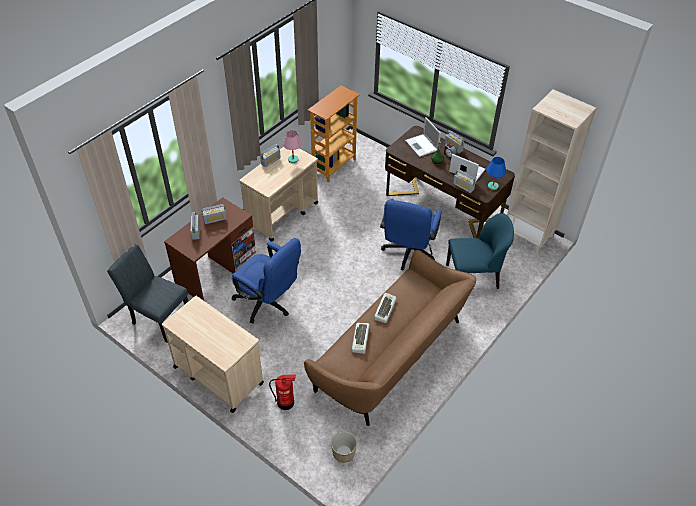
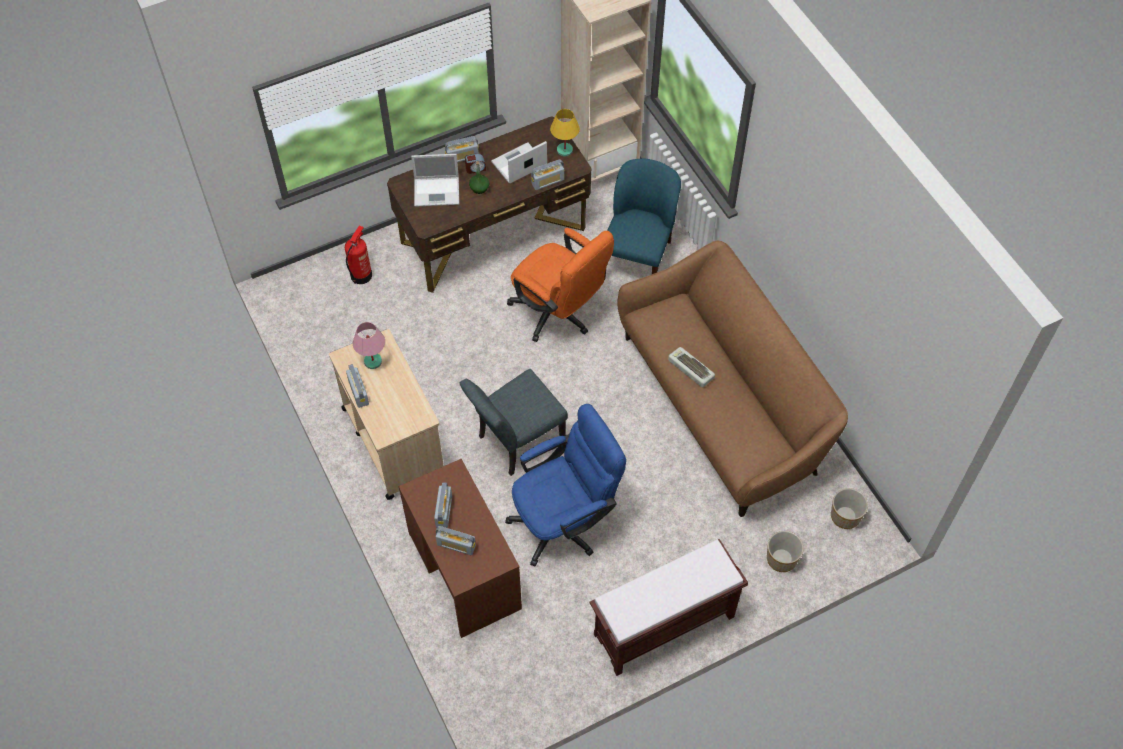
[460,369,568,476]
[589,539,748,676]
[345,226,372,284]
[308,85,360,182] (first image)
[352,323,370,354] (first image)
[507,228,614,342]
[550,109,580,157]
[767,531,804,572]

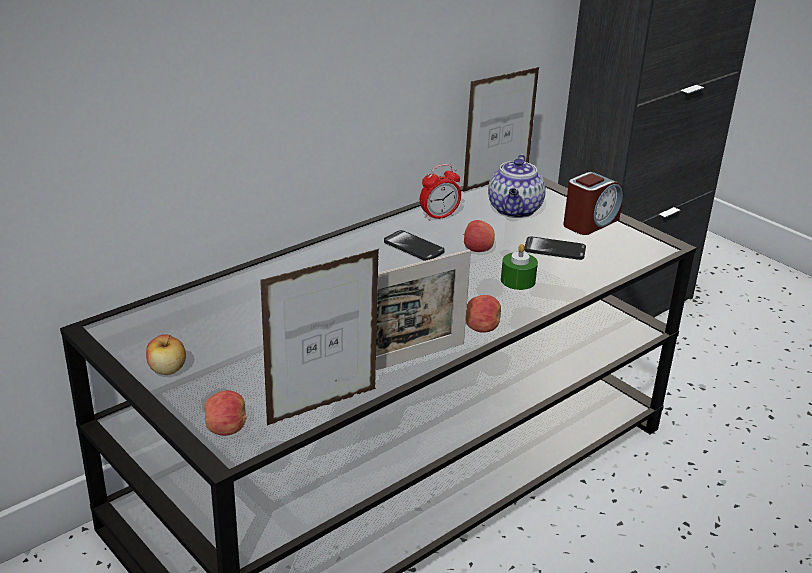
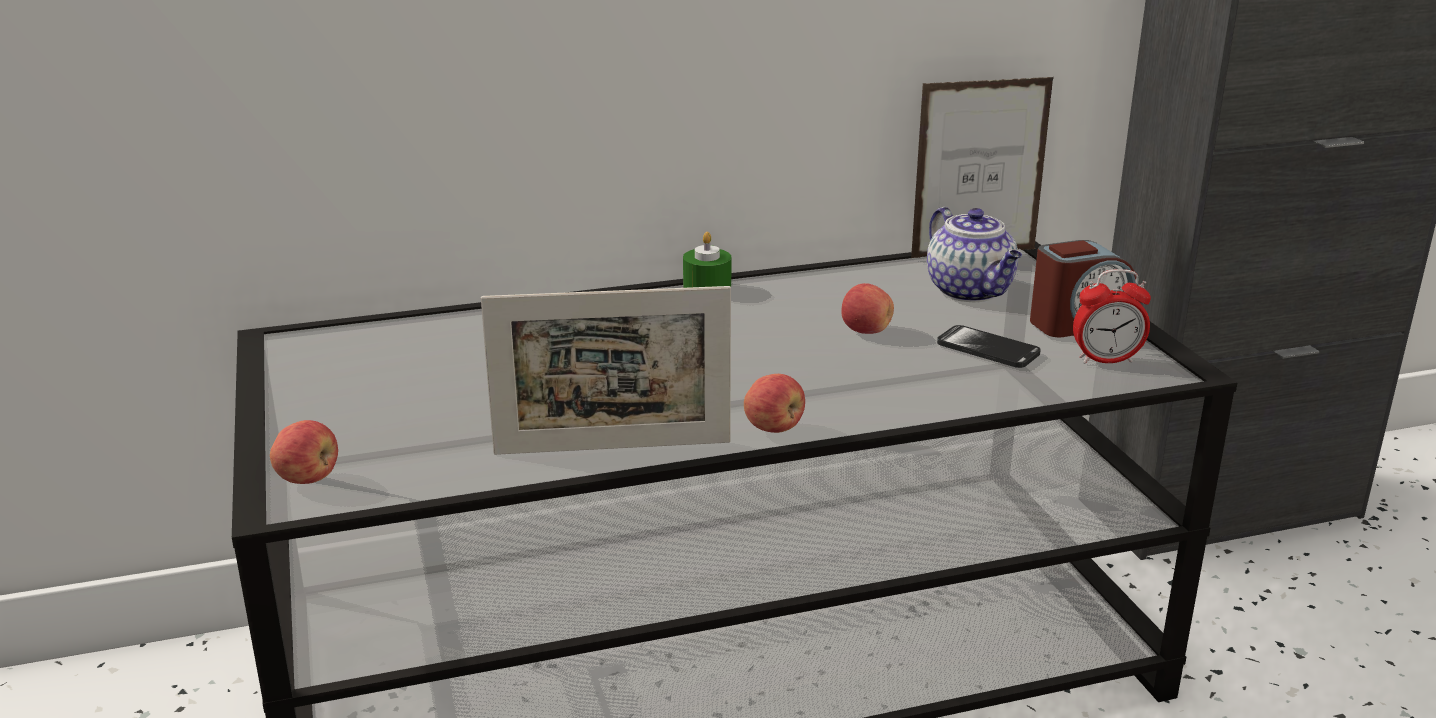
[146,334,186,375] (first image)
[260,249,379,426] (first image)
[384,230,444,261] (first image)
[1073,269,1151,364]
[927,207,1022,302]
[683,232,731,288]

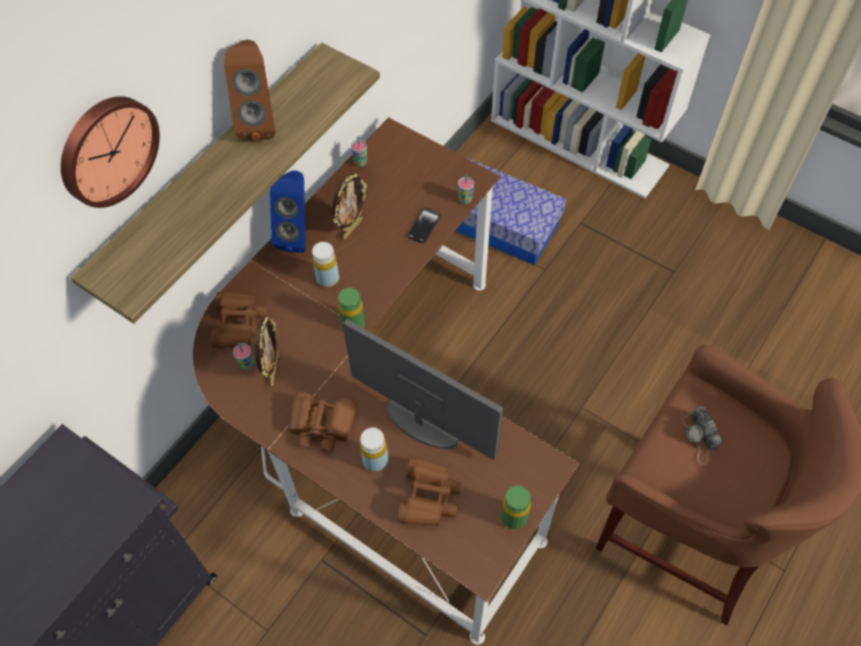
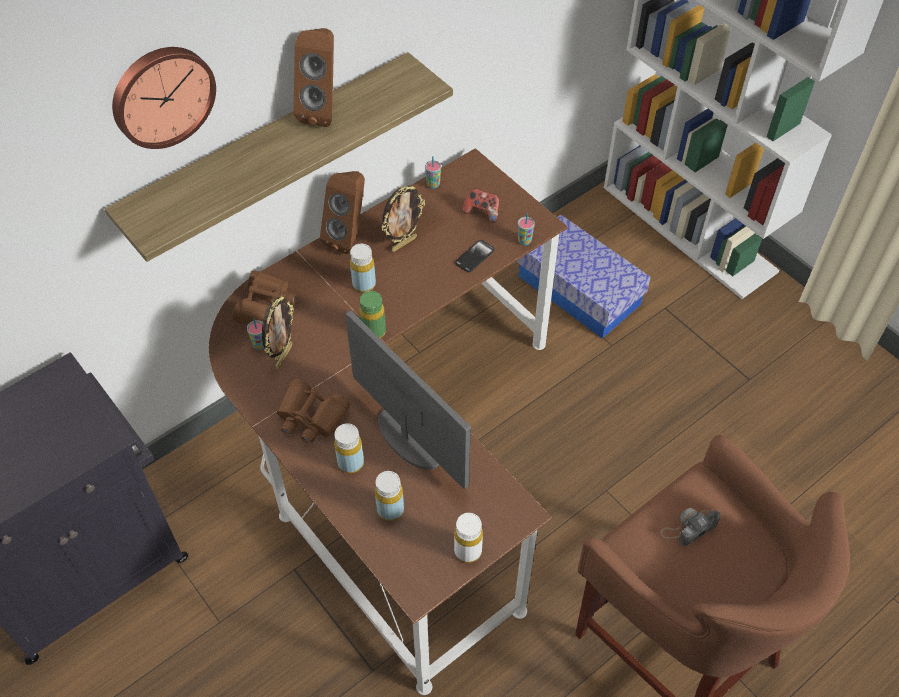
[320,171,365,254]
[375,471,404,521]
[454,513,483,563]
[660,508,721,546]
[462,188,499,223]

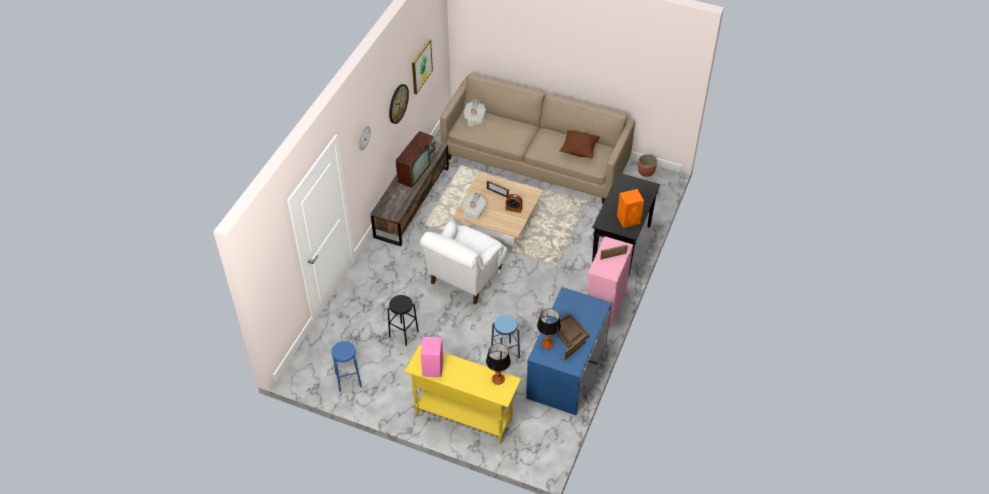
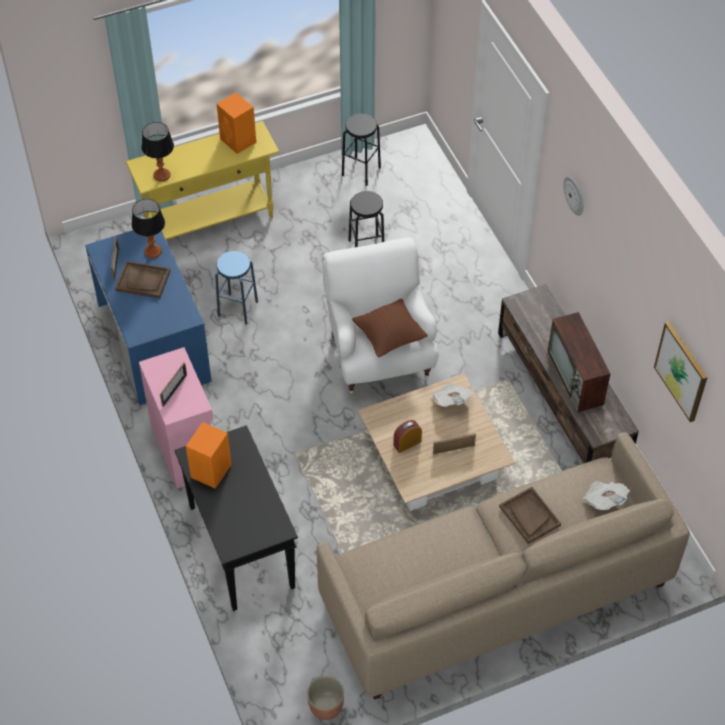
[342,114,381,186]
[389,84,409,124] (first image)
[217,92,256,154]
[352,298,428,357]
[499,487,561,544]

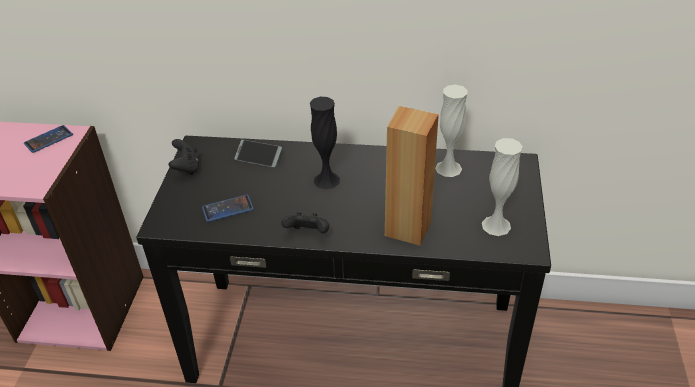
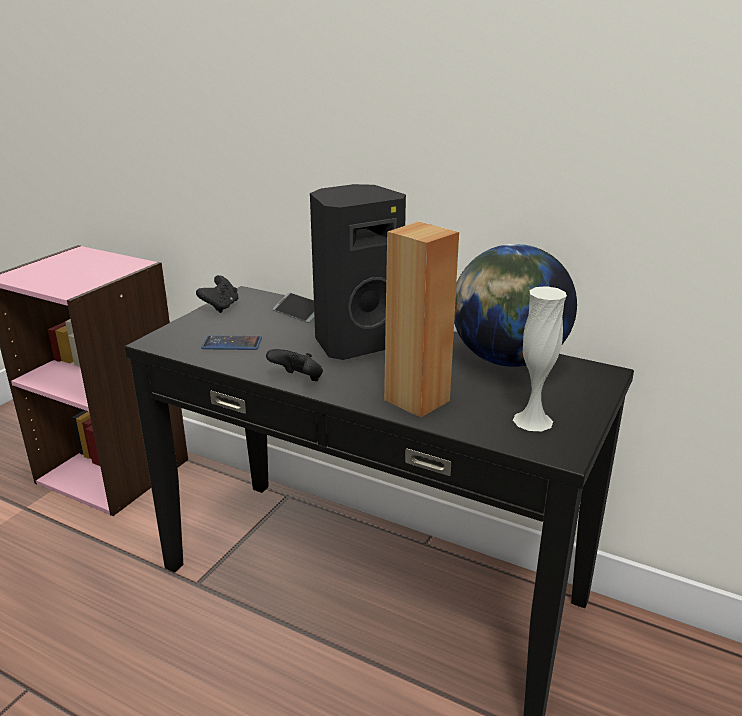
[24,125,73,153] (first image)
[310,184,406,360]
[454,244,577,367]

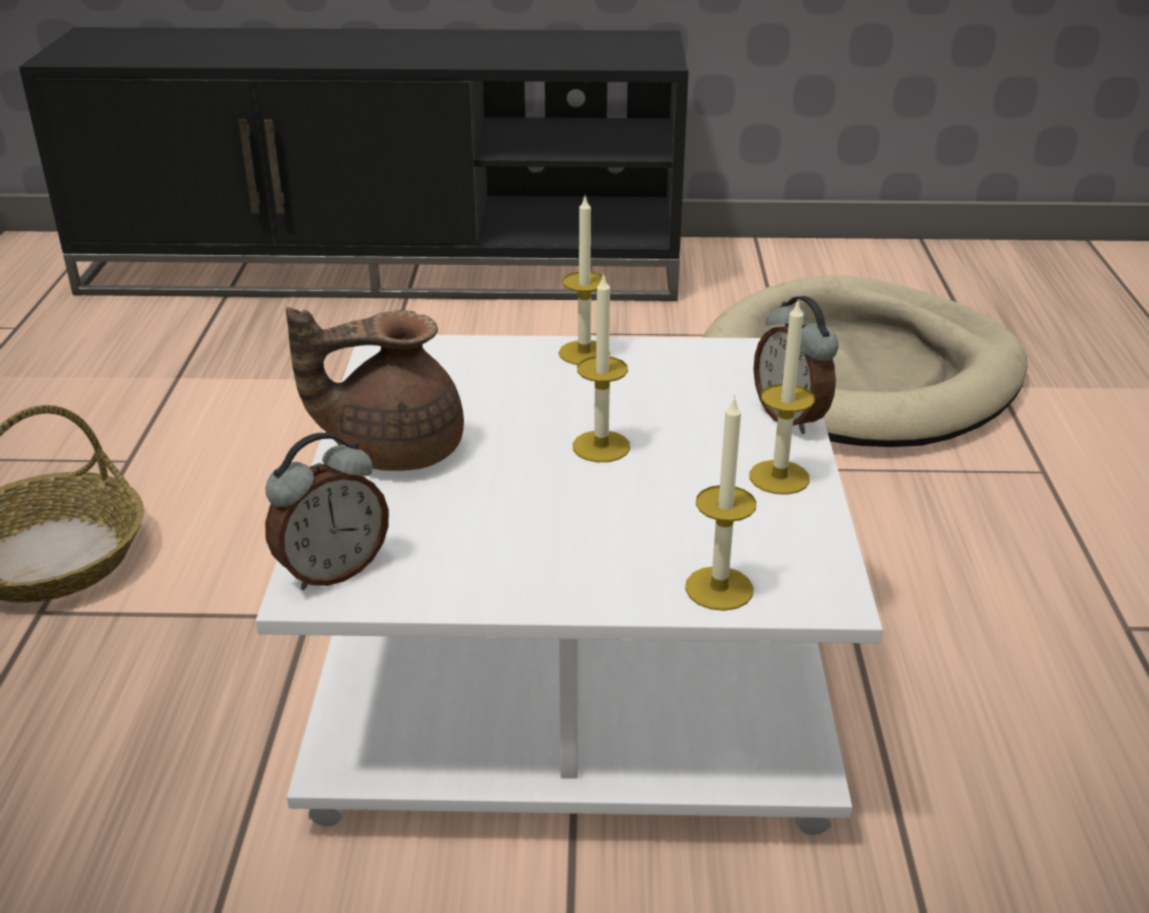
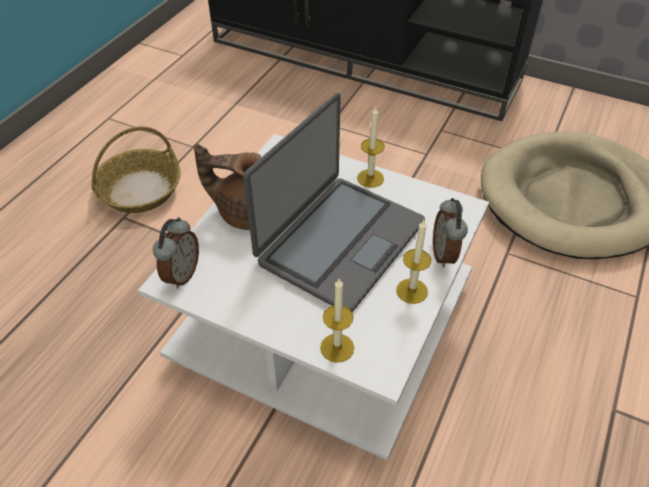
[153,217,199,289]
[243,93,425,312]

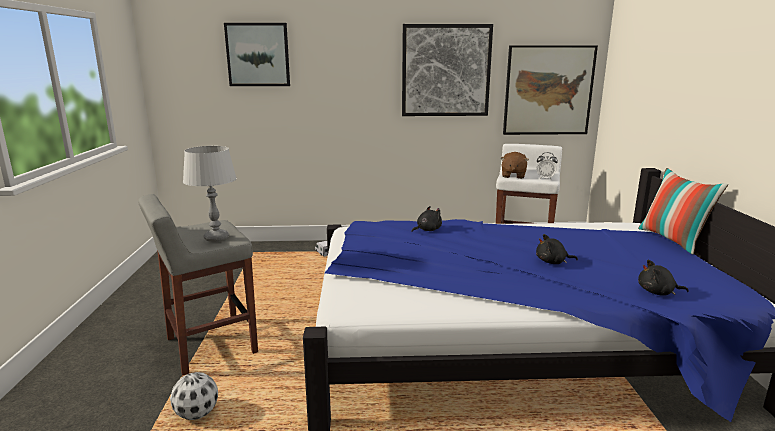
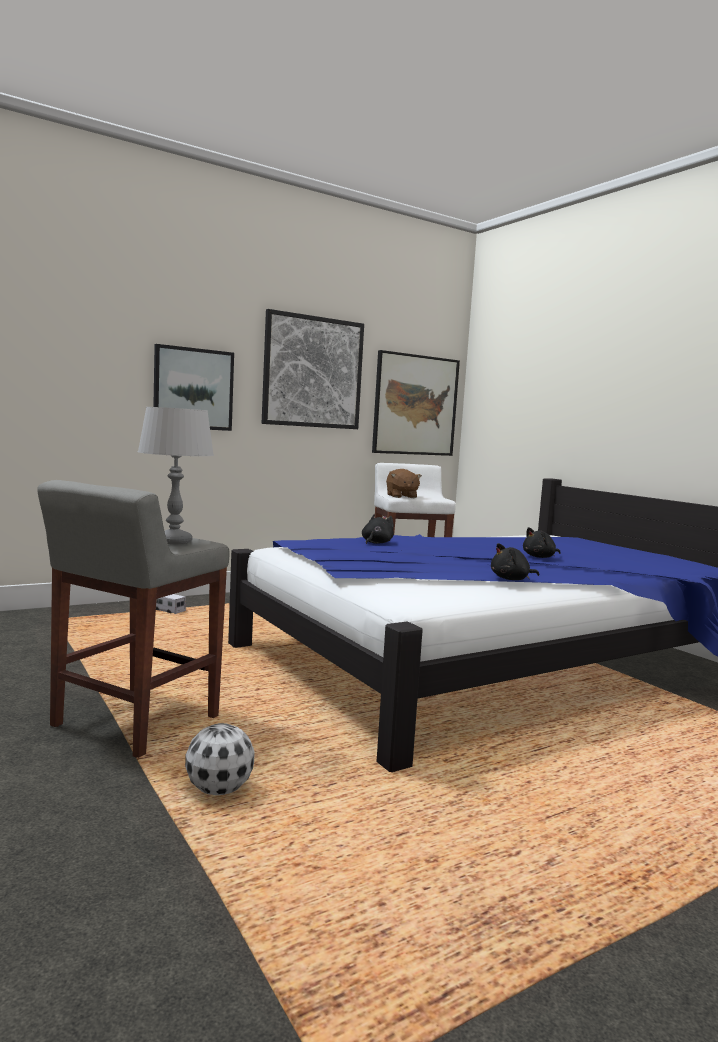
[153,344,234,431]
[536,152,558,180] (first image)
[638,168,728,254] (first image)
[491,543,539,580]

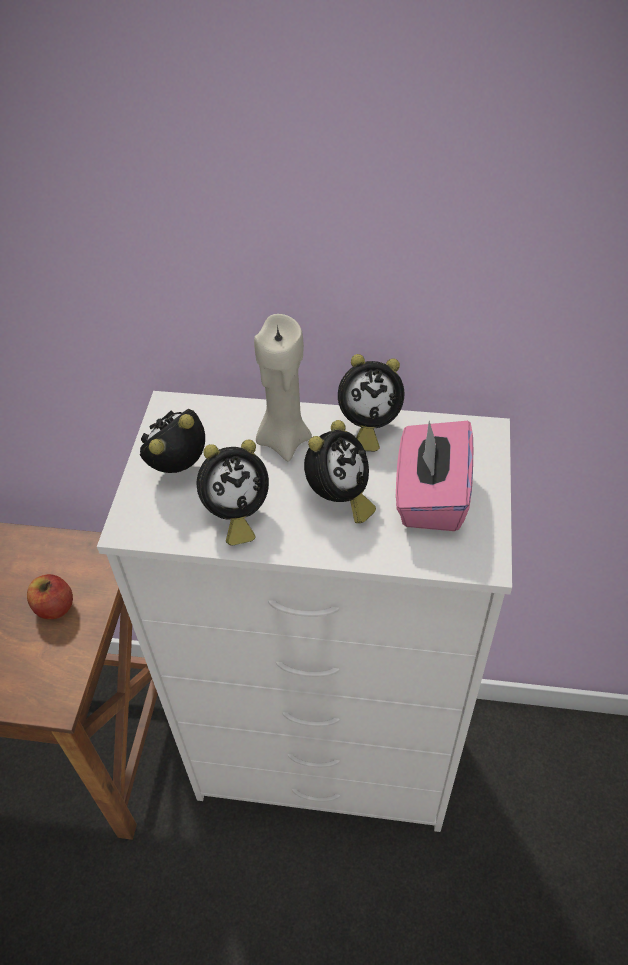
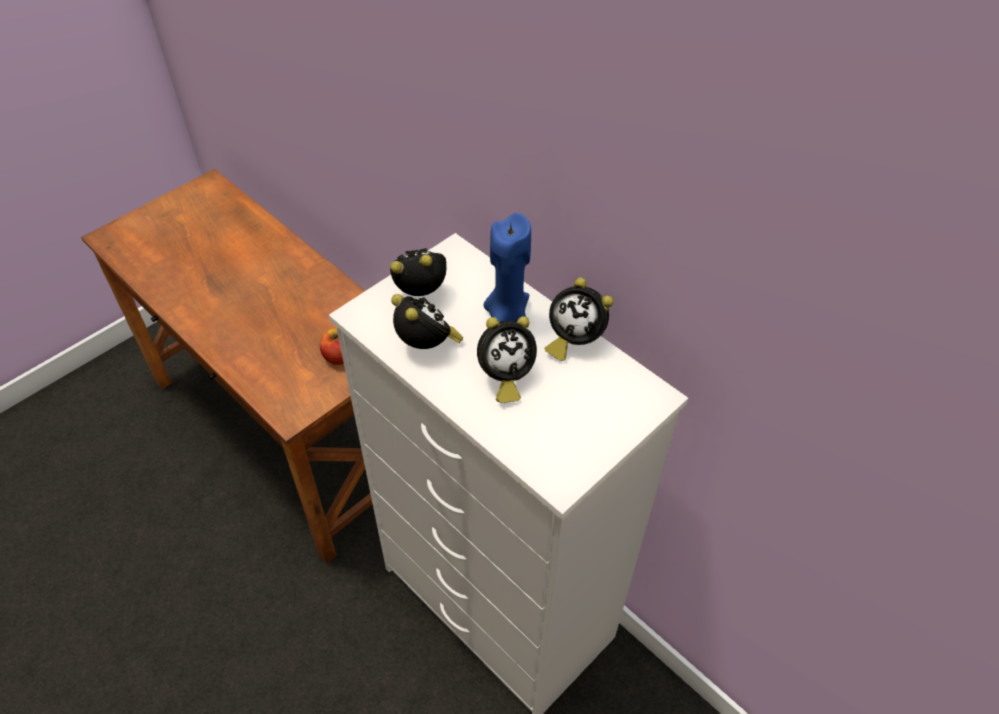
[391,294,464,349]
[484,213,531,322]
[396,421,473,531] (first image)

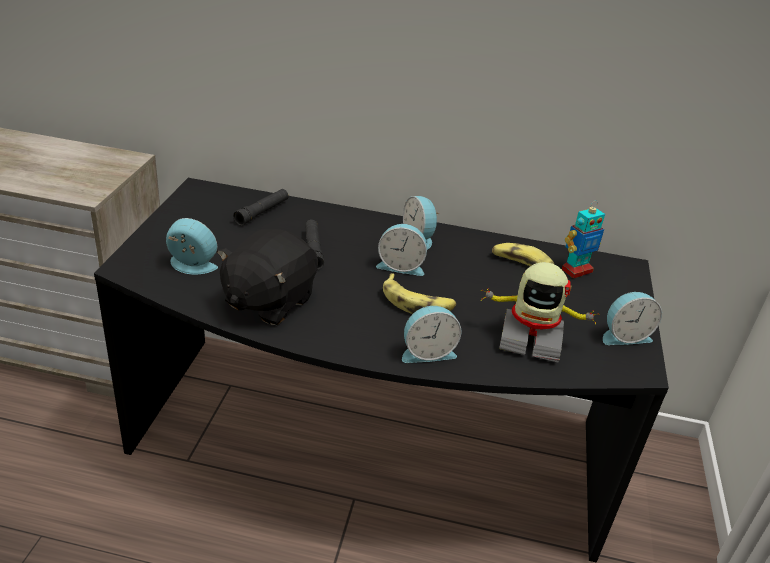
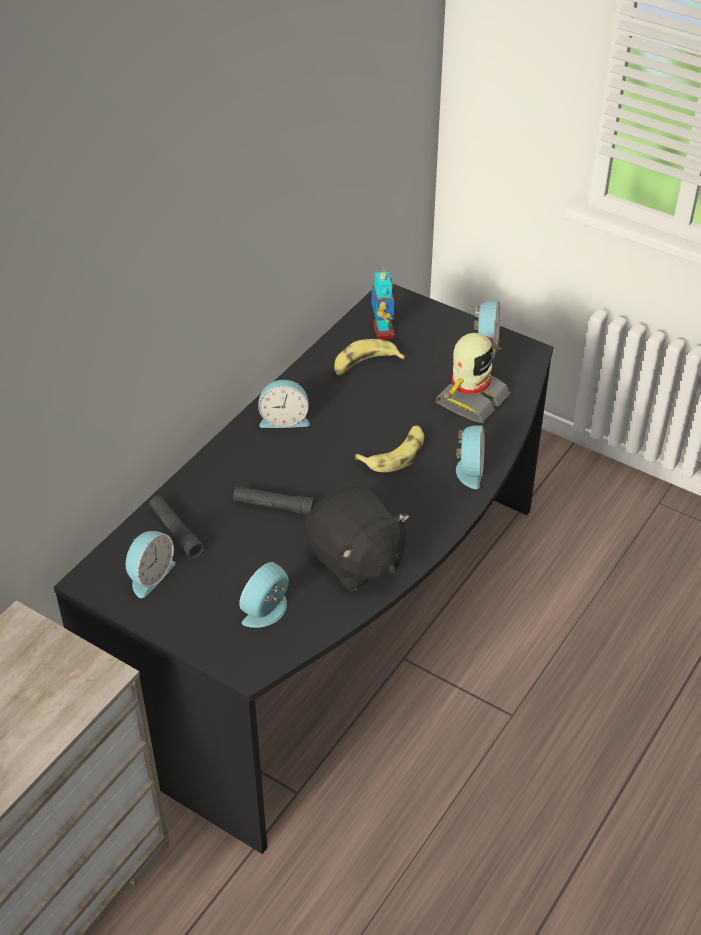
[126,531,175,598]

